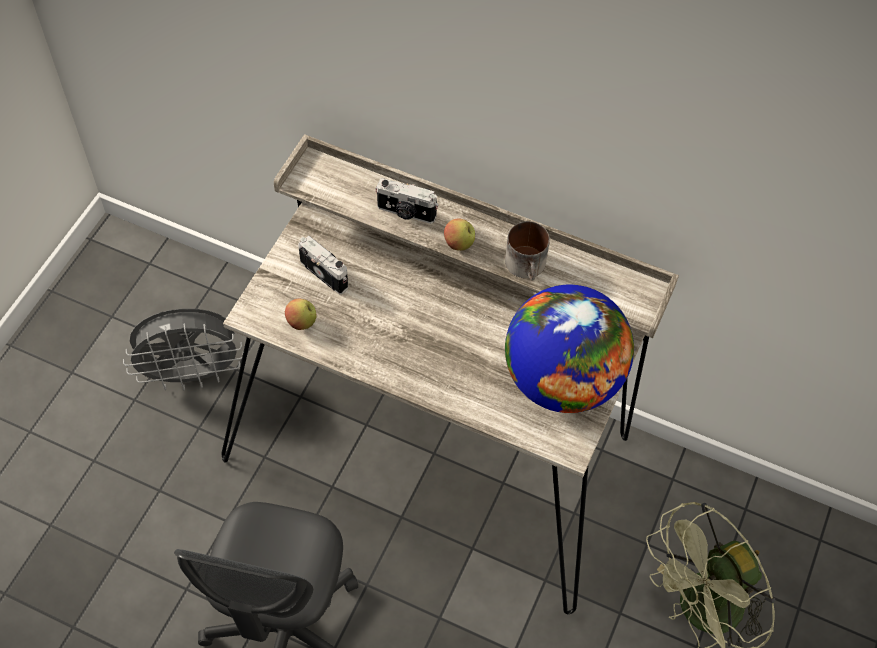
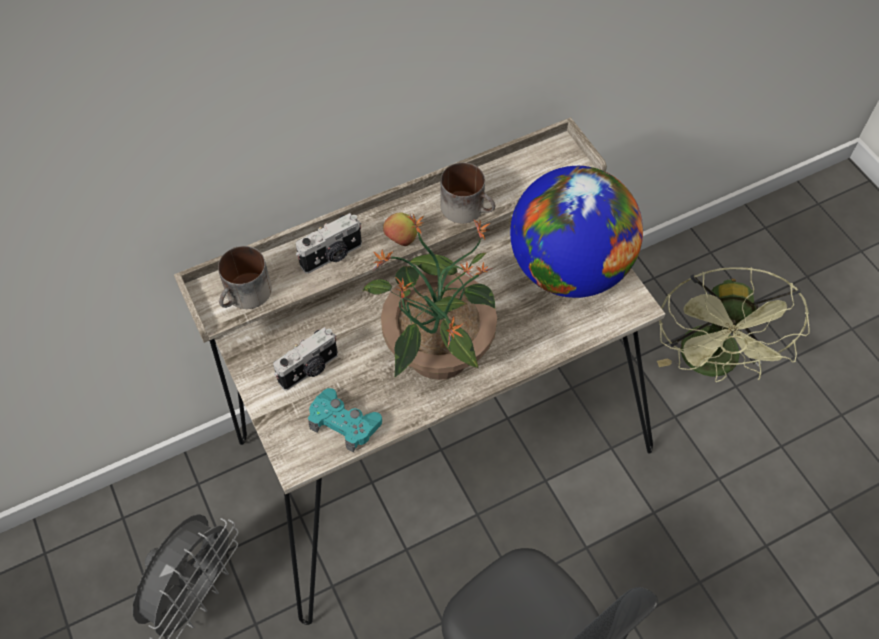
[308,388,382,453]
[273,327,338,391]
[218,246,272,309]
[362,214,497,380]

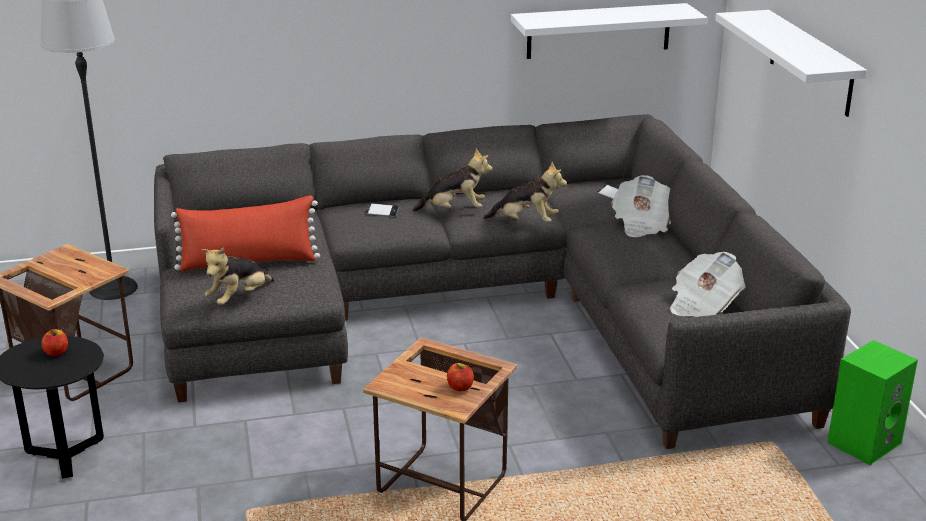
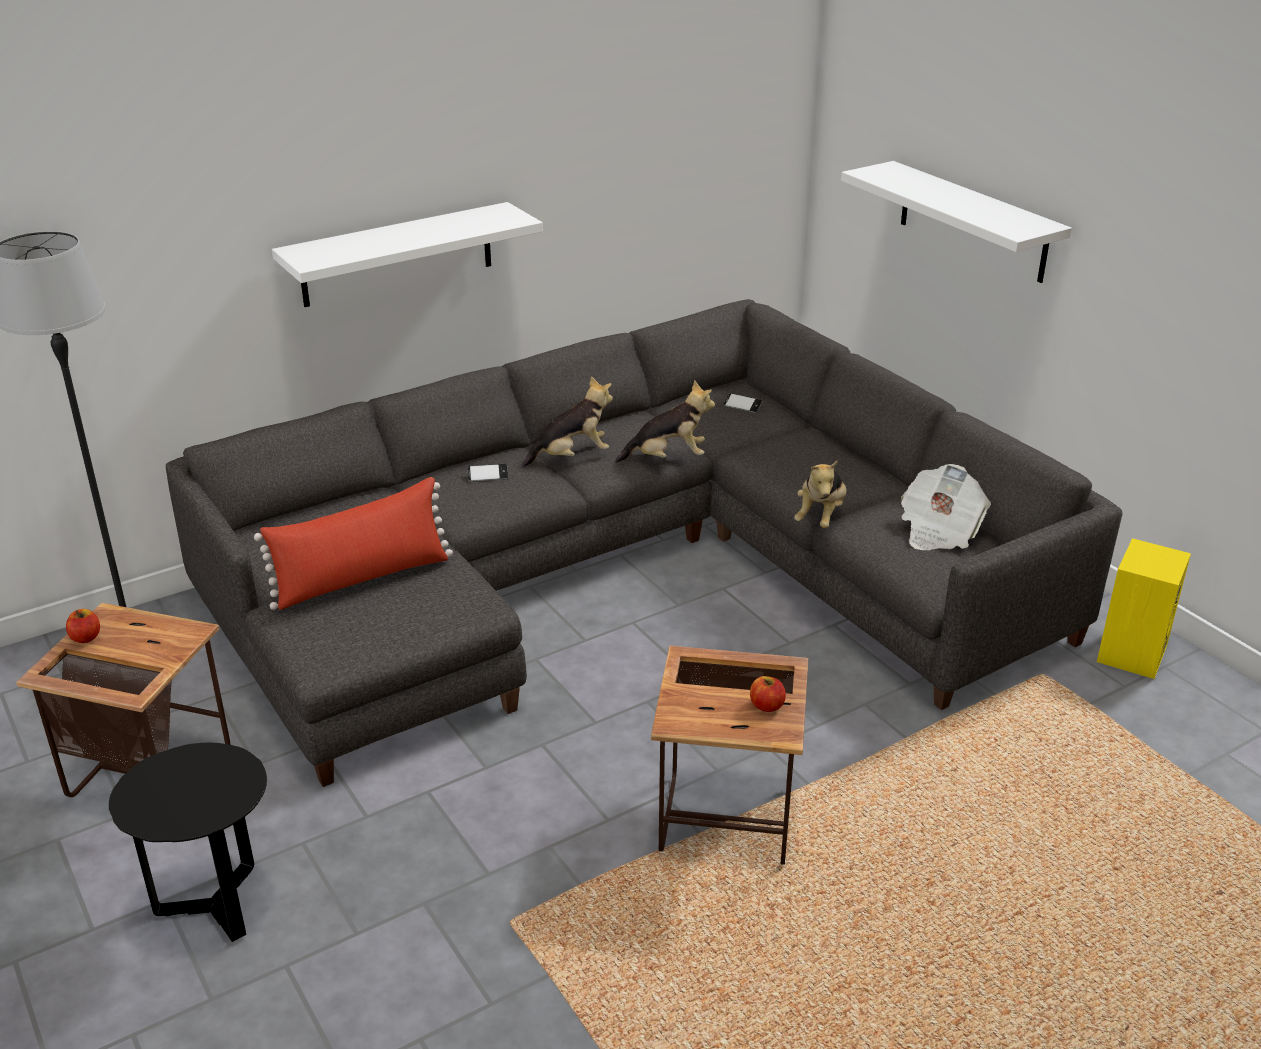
[66,609,100,643]
[794,460,846,528]
[272,202,543,307]
[611,175,671,237] (first image)
[1097,538,1191,679]

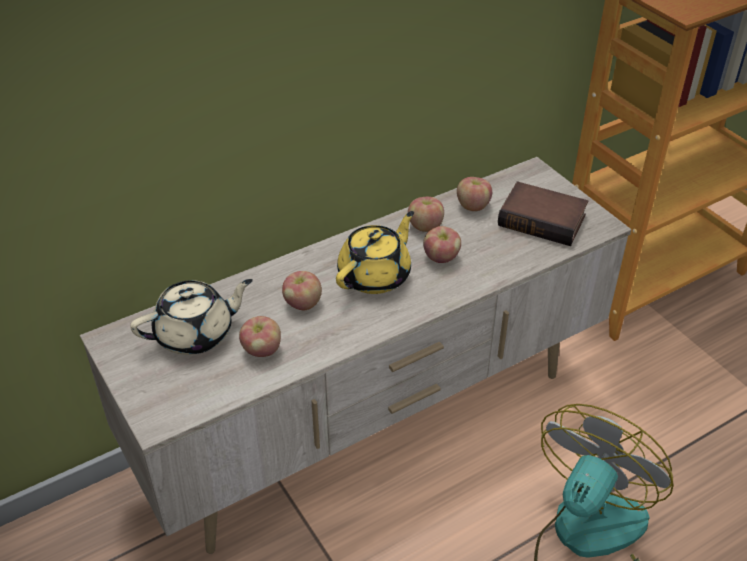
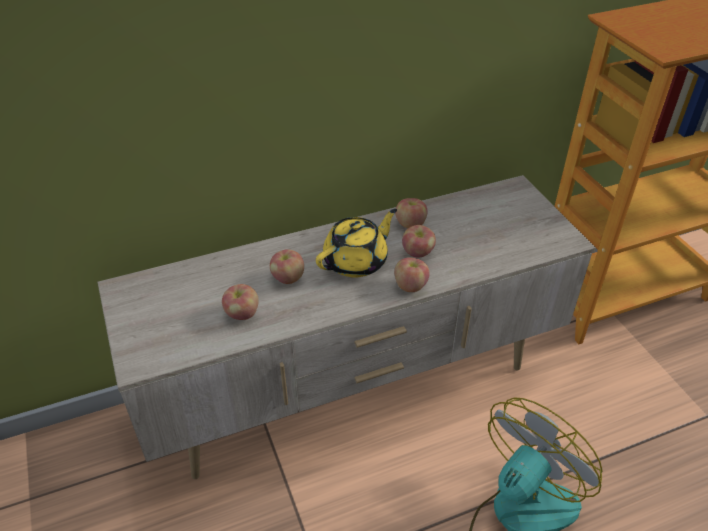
[130,279,253,355] (first image)
[394,257,430,292]
[498,182,588,246] (first image)

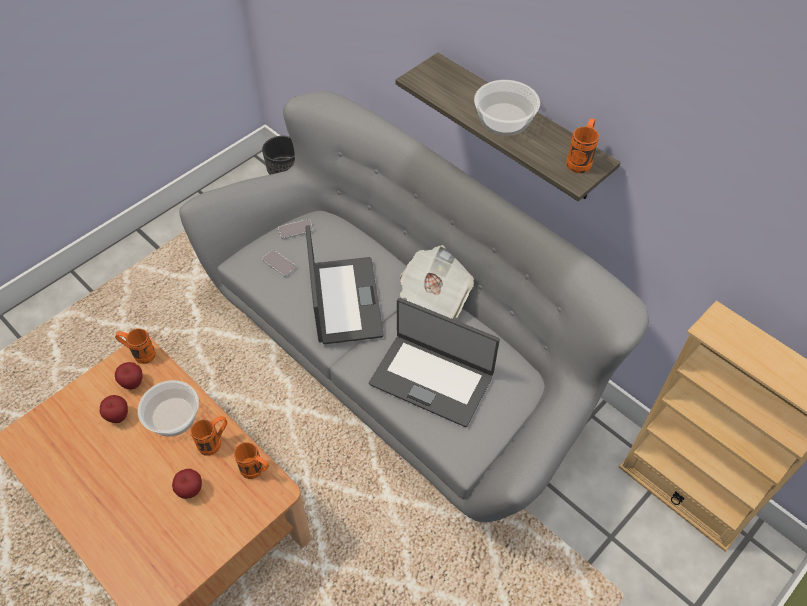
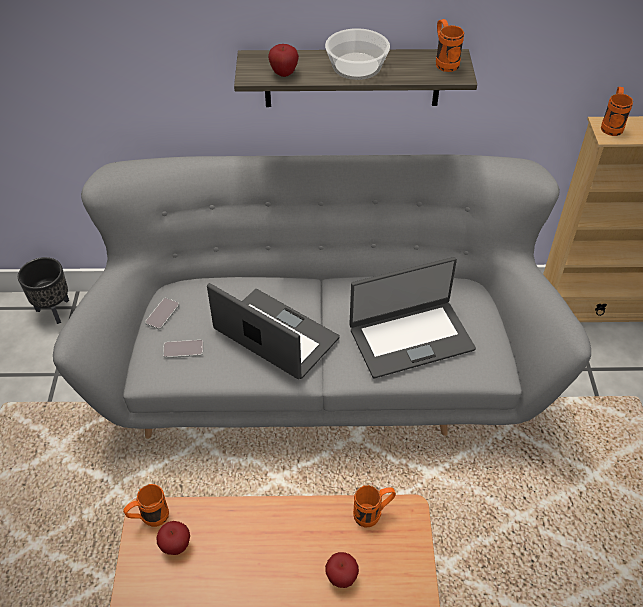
[268,44,299,77]
[138,380,199,437] (first image)
[601,87,633,136]
[400,245,474,319] (first image)

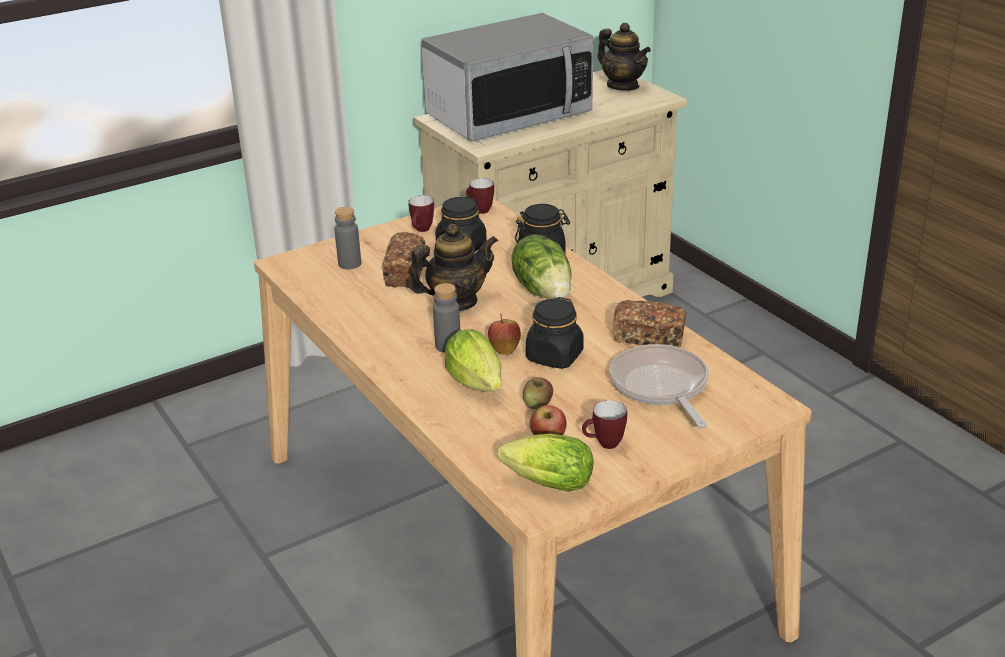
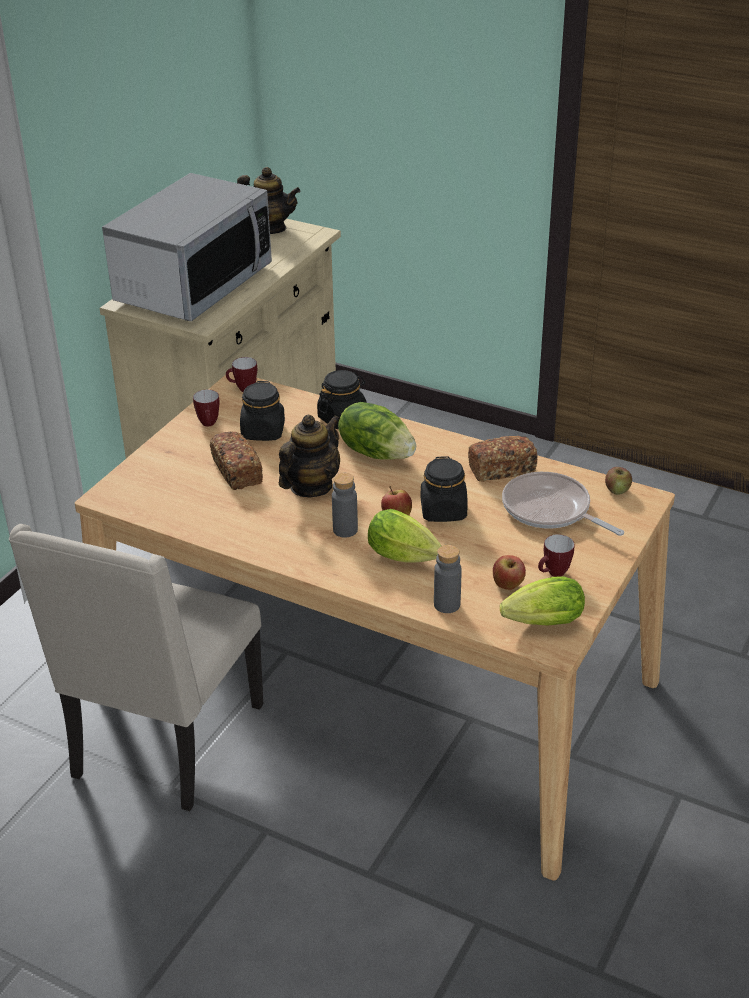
[434,545,462,613]
[605,467,632,495]
[9,524,263,811]

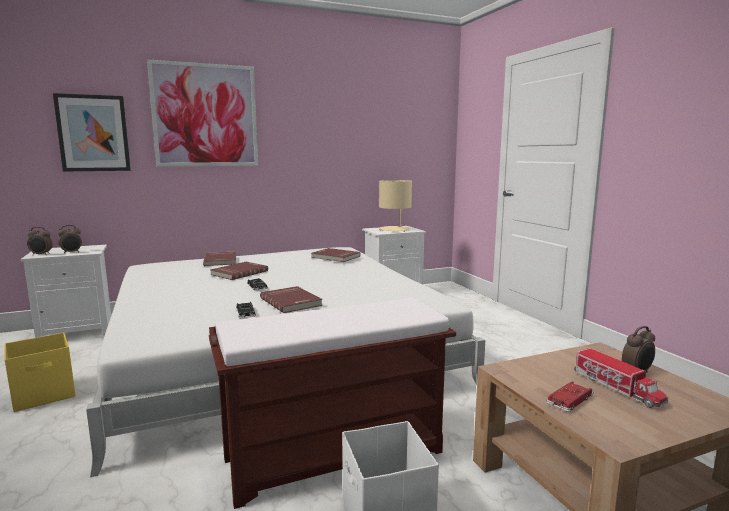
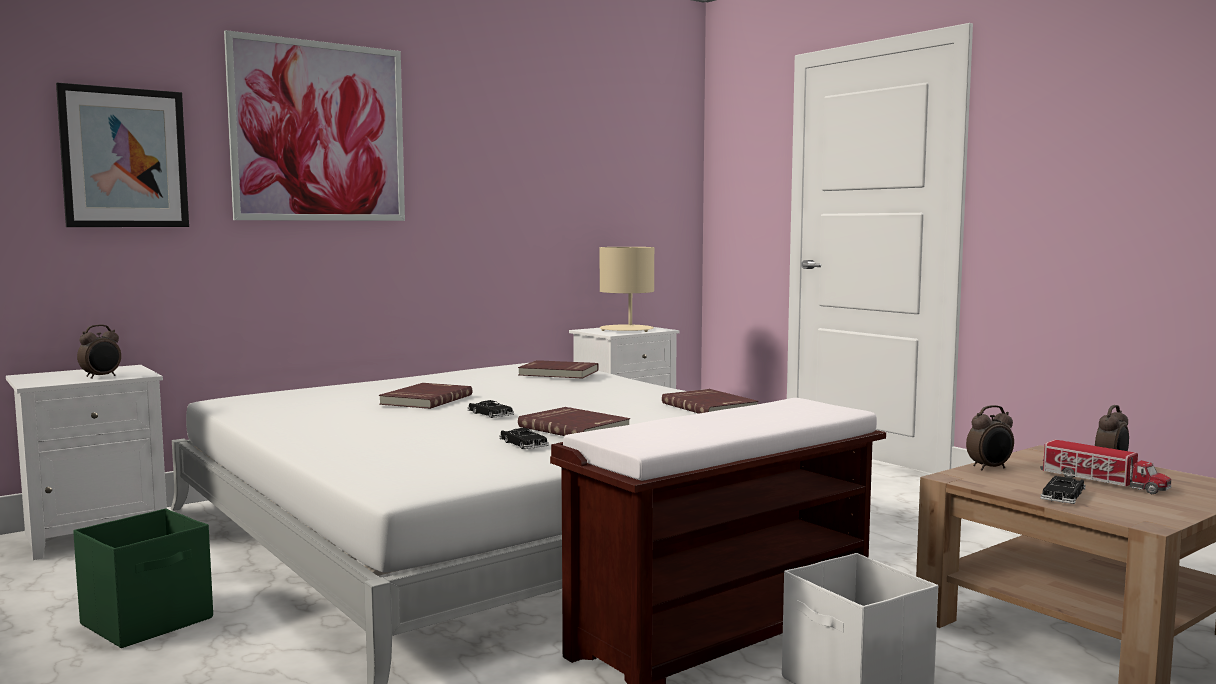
[73,509,213,648]
[966,405,1014,470]
[662,389,758,414]
[1040,476,1086,504]

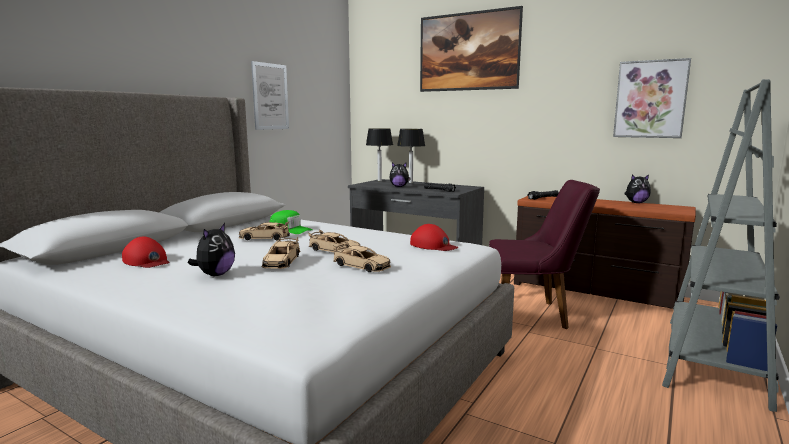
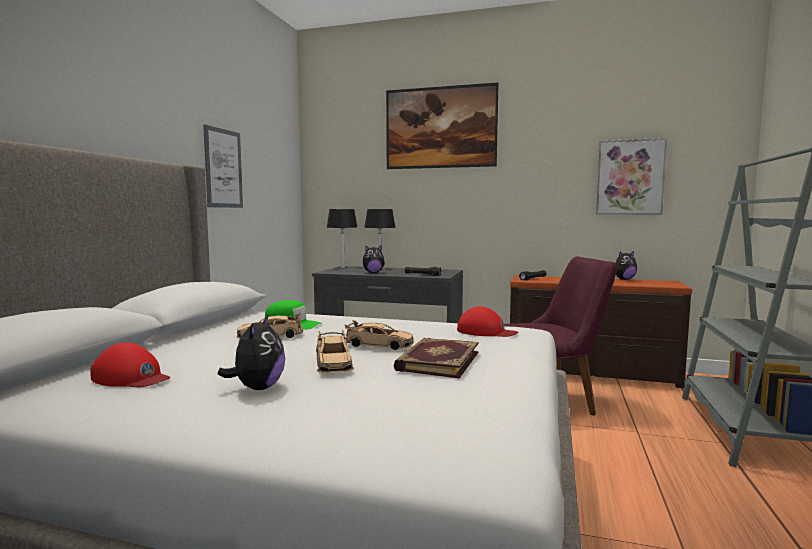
[394,338,479,378]

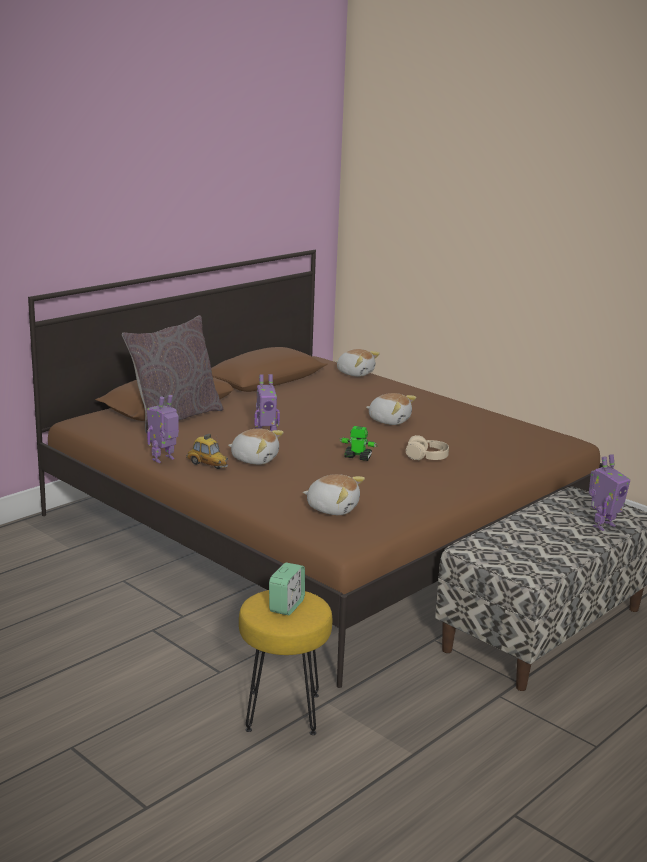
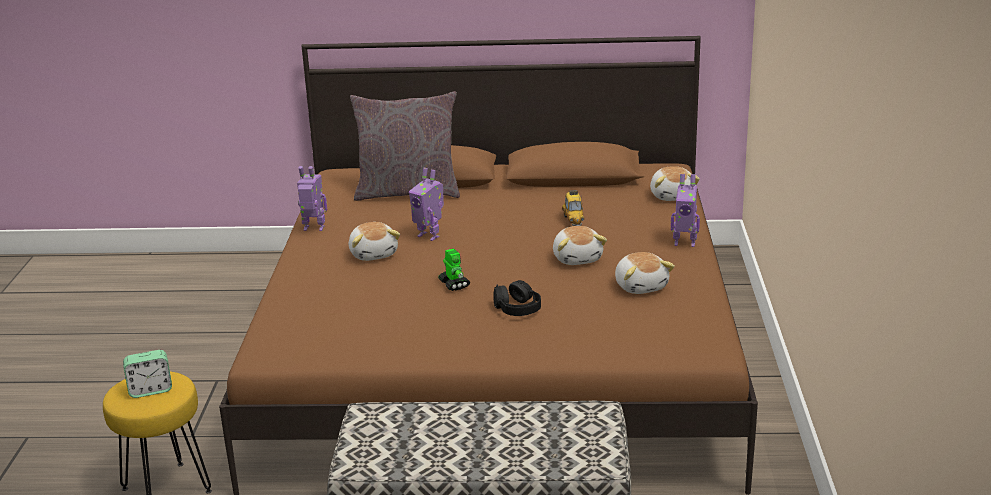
[562,190,584,226]
[615,252,675,294]
[493,280,541,316]
[671,174,700,247]

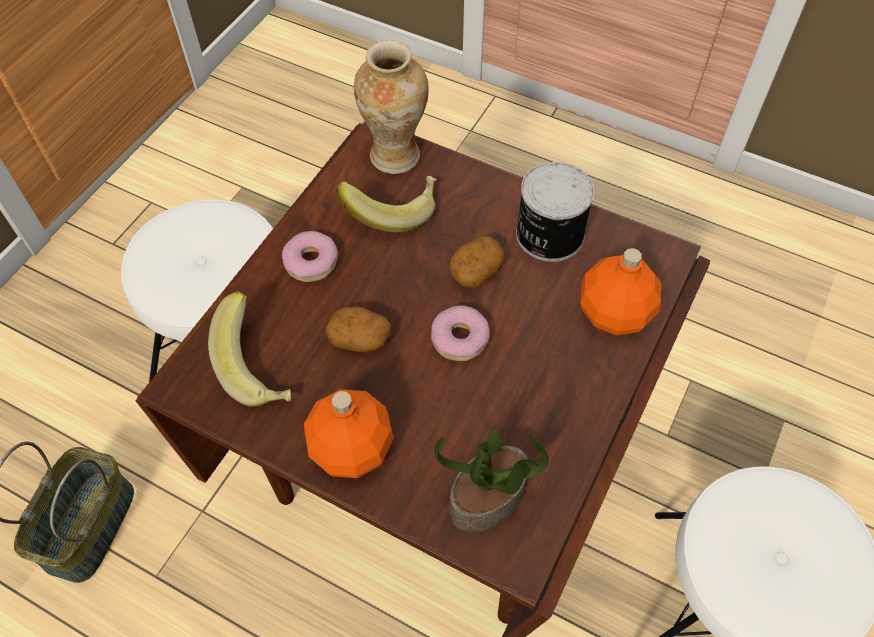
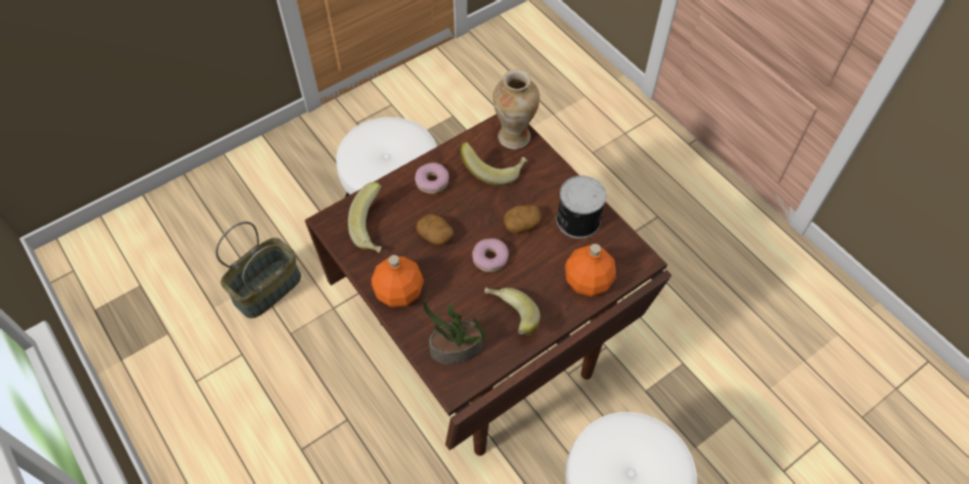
[485,287,540,335]

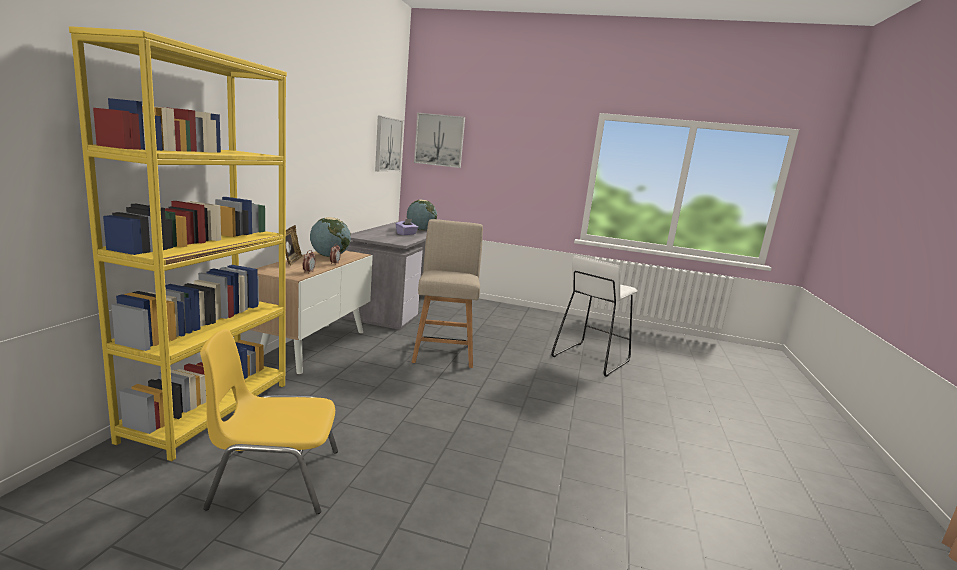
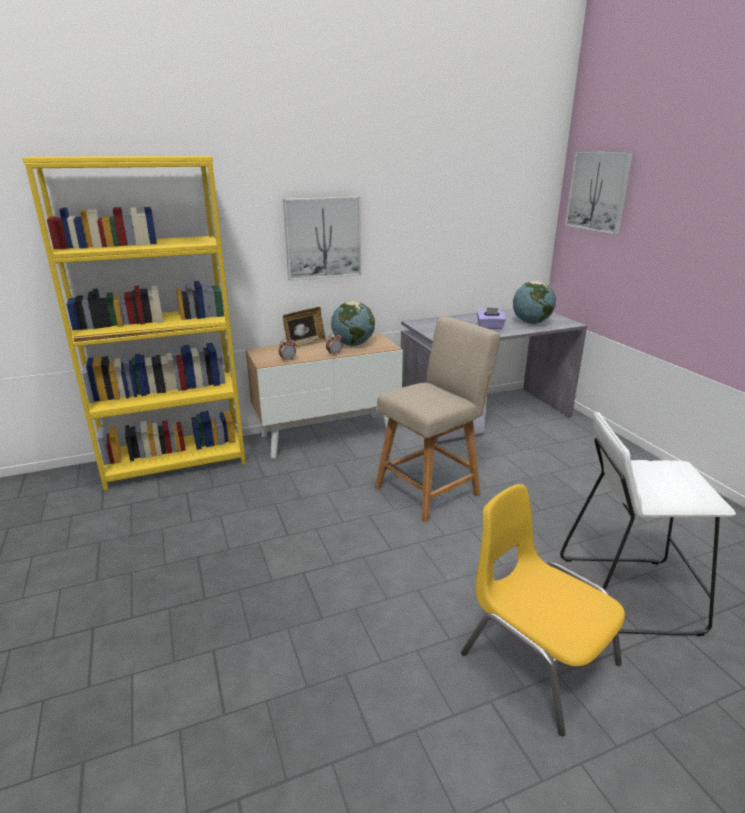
[461,484,625,736]
[283,197,361,281]

